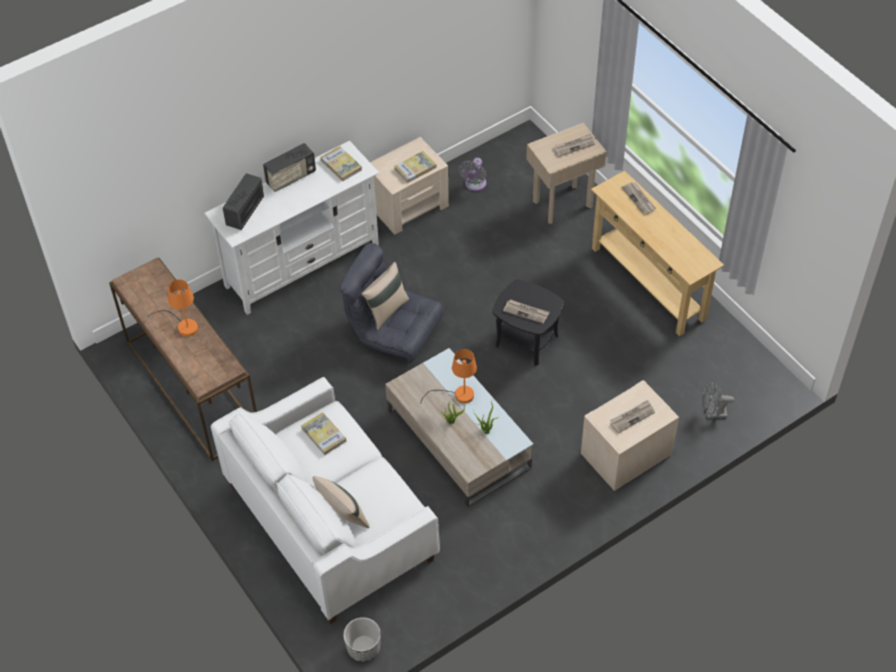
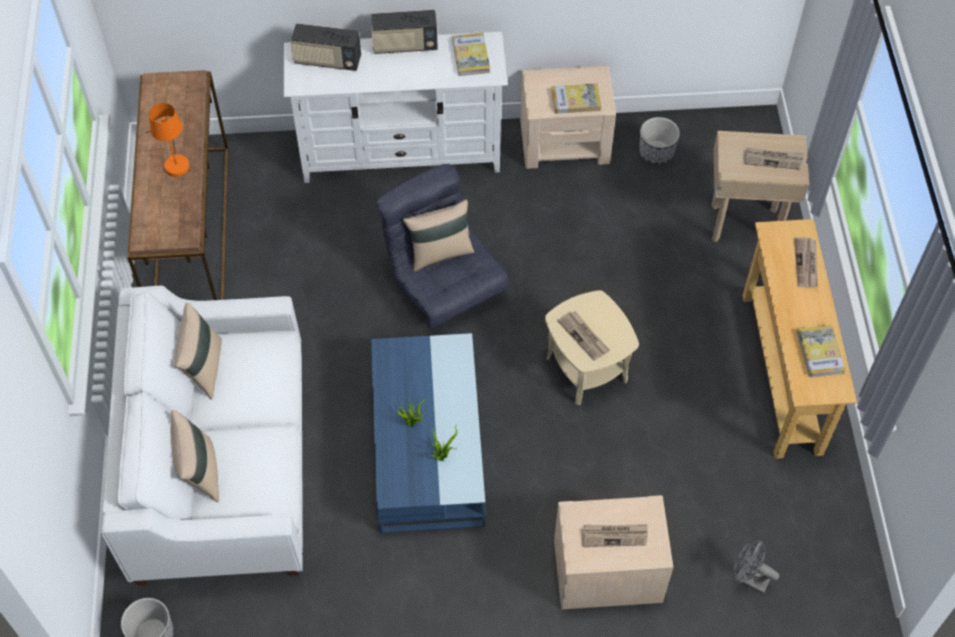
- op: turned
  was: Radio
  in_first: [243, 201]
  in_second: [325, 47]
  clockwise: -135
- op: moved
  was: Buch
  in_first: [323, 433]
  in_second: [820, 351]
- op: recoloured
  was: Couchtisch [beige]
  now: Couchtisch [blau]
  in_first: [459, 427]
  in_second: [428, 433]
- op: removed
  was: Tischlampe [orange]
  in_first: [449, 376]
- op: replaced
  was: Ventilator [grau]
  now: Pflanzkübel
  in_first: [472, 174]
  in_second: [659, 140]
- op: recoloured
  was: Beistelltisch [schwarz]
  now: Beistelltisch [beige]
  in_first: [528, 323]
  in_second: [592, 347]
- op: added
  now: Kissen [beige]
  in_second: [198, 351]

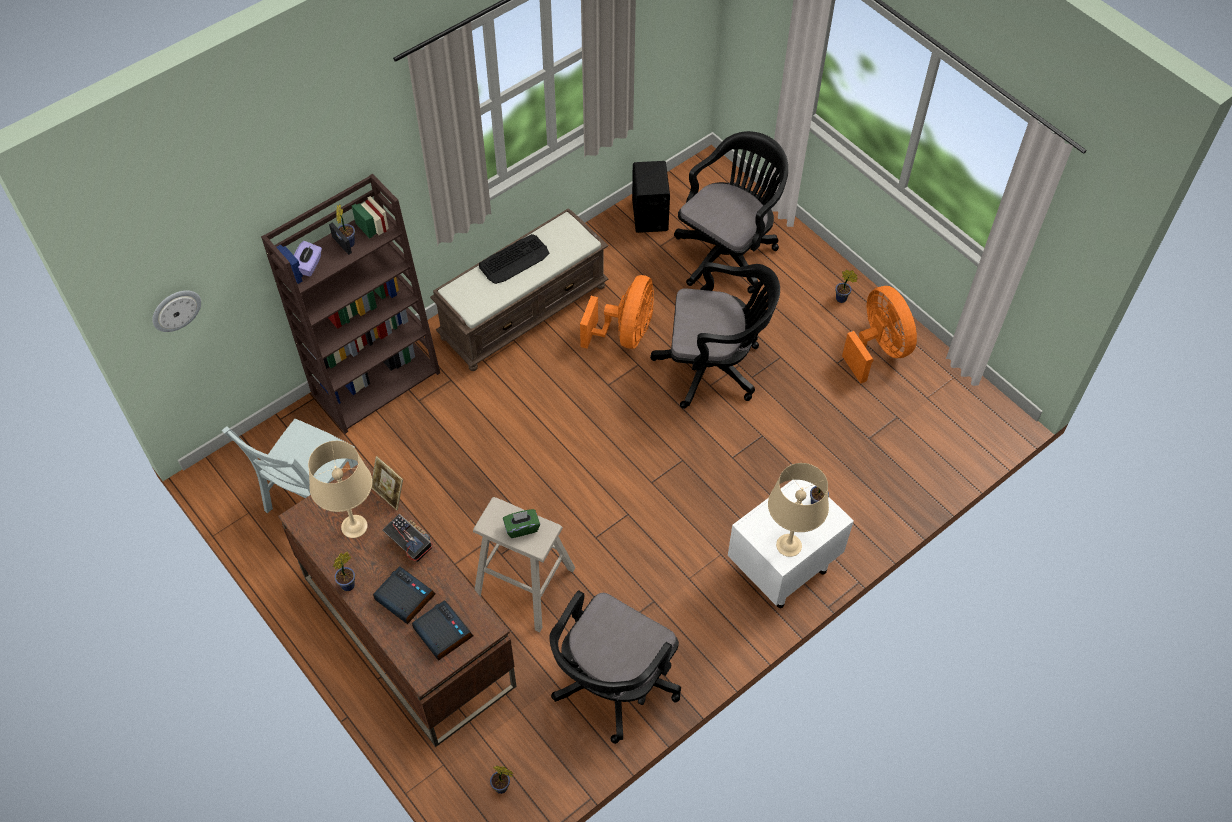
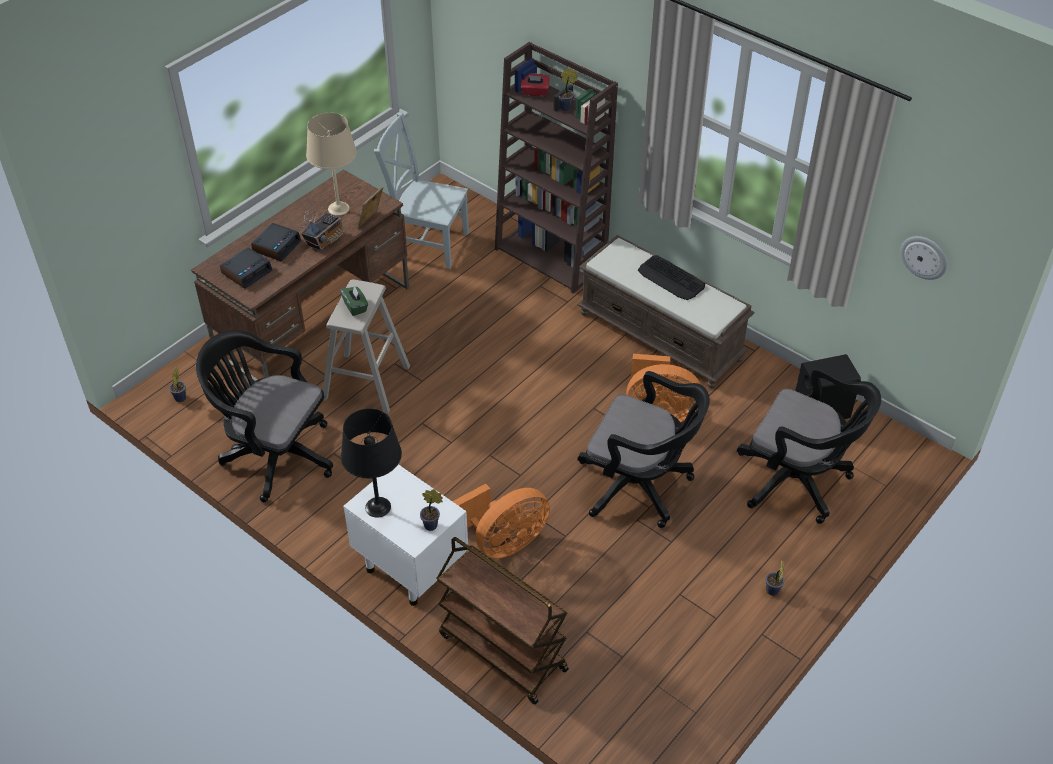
- op: moved
  was: Wanduhr
  in_first: [176, 311]
  in_second: [923, 258]
- op: recoloured
  was: Taschentuchbox [lila]
  now: Taschentuchbox [rot]
  in_first: [308, 258]
  in_second: [535, 85]
- op: removed
  was: Topfpflanze
  in_first: [344, 571]
- op: turned
  was: Bürostuhl [schwarz]
  in_first: [715, 335]
  in_second: [644, 449]
  clockwise: -60
- op: recoloured
  was: Tischlampe [beige]
  now: Tischlampe [schwarz]
  in_first: [798, 510]
  in_second: [371, 463]
- op: moved
  was: Ventilator [orange]
  in_first: [879, 335]
  in_second: [501, 521]
- op: added
  now: Rollwagen [braun]
  in_second: [502, 621]

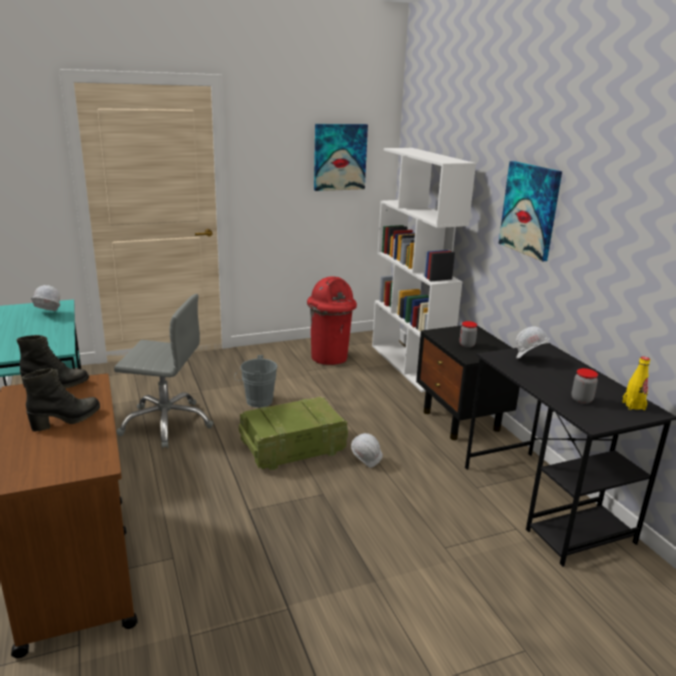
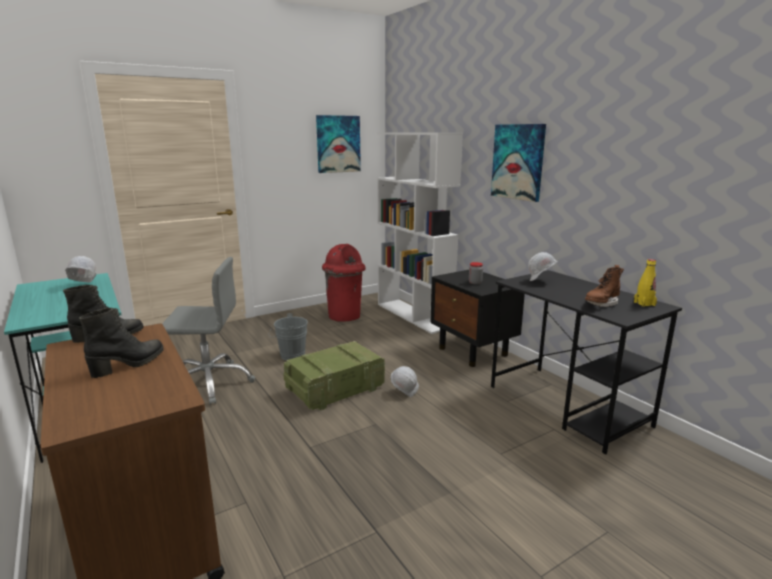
- op: replaced
  was: Vorratsglas
  now: Stiefel [braun]
  in_first: [585, 386]
  in_second: [604, 286]

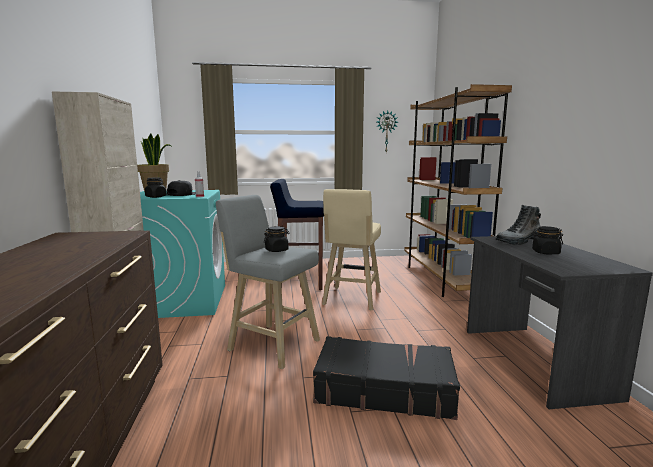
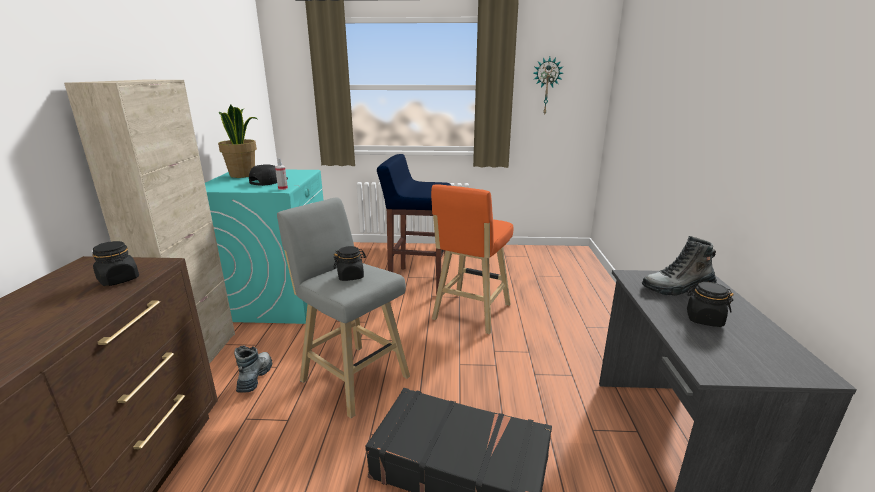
- op: moved
  was: Vorratsglas [schwarz]
  in_first: [156, 187]
  in_second: [115, 263]
- op: recoloured
  was: Hocker [beige]
  now: Hocker [orange]
  in_first: [351, 249]
  in_second: [472, 259]
- op: removed
  was: Bücherregal [braun]
  in_first: [458, 190]
- op: added
  now: Stiefel
  in_second: [253, 369]

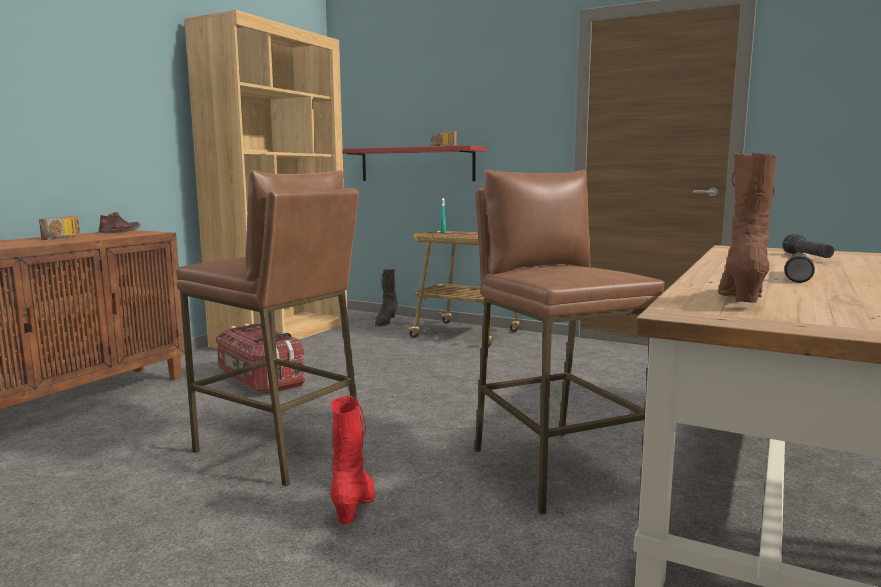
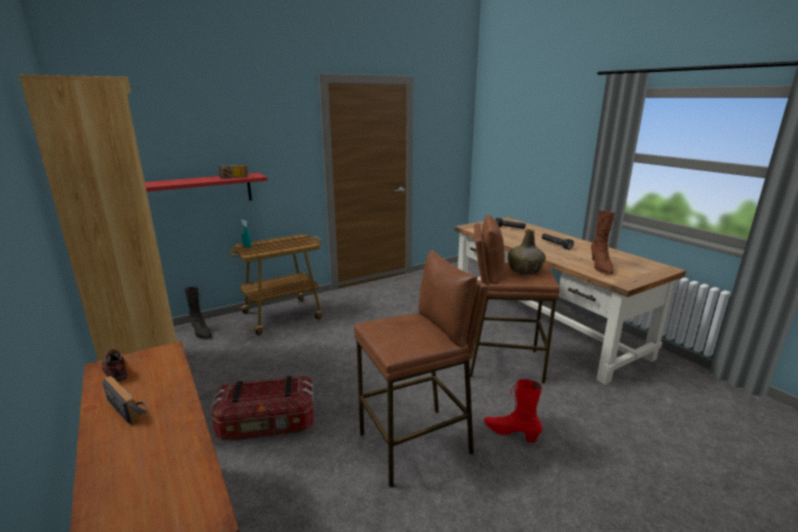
- op: turned
  was: Stiefel [braun]
  in_first: [747, 228]
  in_second: [603, 243]
  clockwise: -135
- op: added
  now: Flasche [grün]
  in_second: [527, 252]

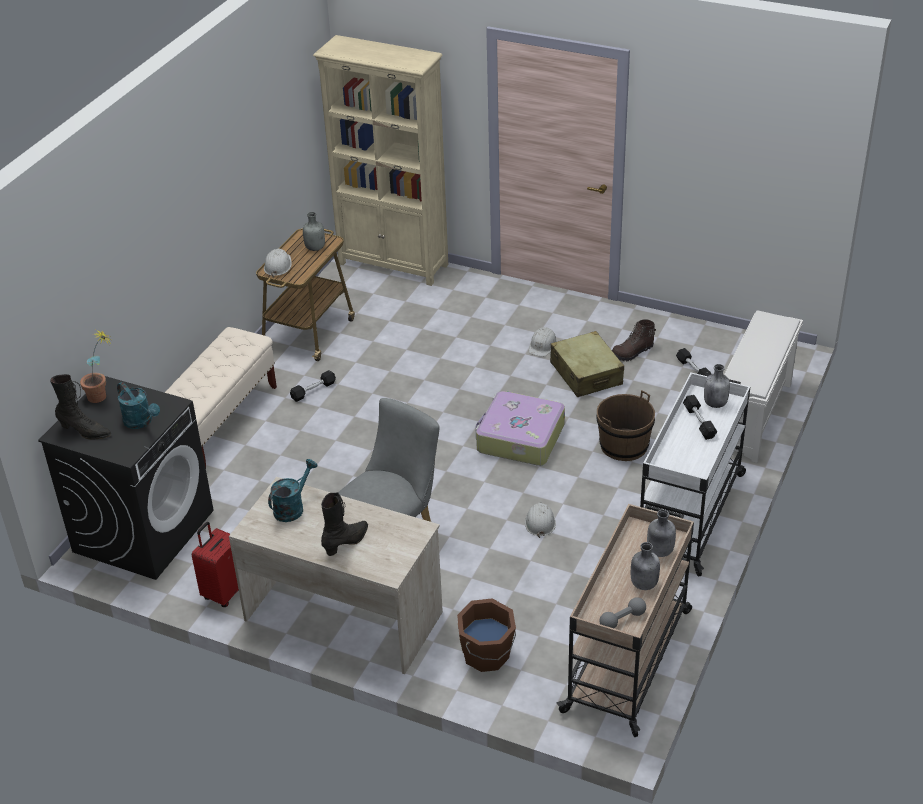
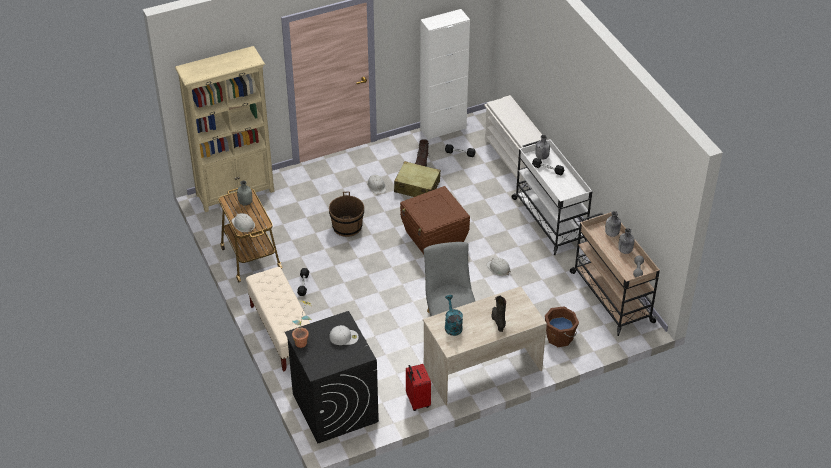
- op: removed
  was: Stiefel [schwarz]
  in_first: [80, 407]
- op: replaced
  was: Gießkanne [türkis]
  now: Kappe [weiß]
  in_first: [138, 405]
  in_second: [344, 335]
- op: replaced
  was: Koffer
  now: Aufbewahrungsbox [braun]
  in_first: [520, 428]
  in_second: [435, 220]
- op: moved
  was: Eimer [braun]
  in_first: [625, 425]
  in_second: [346, 214]
- op: added
  now: Schrank [weiß]
  in_second: [445, 74]

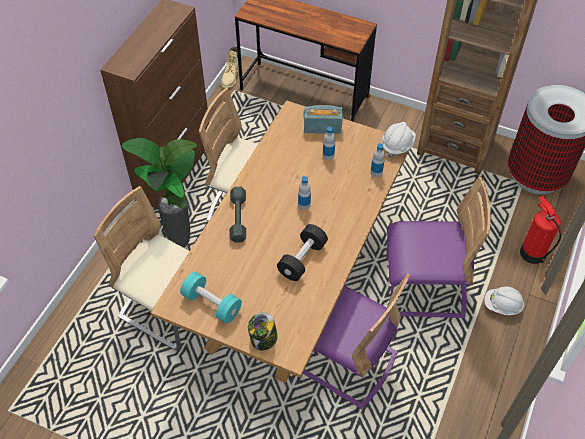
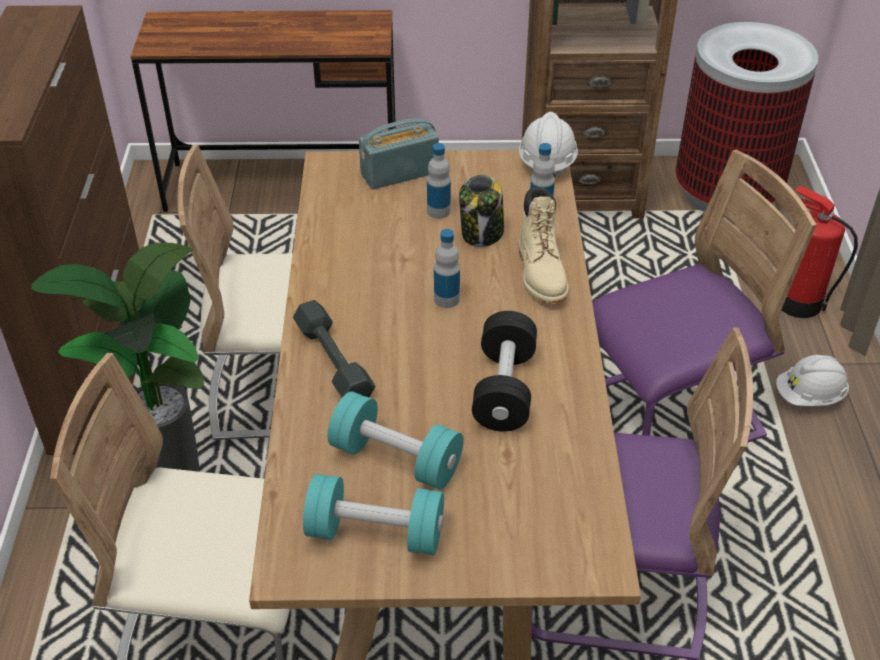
- op: moved
  was: Stiefel [beige]
  in_first: [230, 68]
  in_second: [544, 246]
- op: moved
  was: Vorratsglas
  in_first: [263, 331]
  in_second: [481, 210]
- op: added
  now: Hantel [türkis]
  in_second: [395, 440]

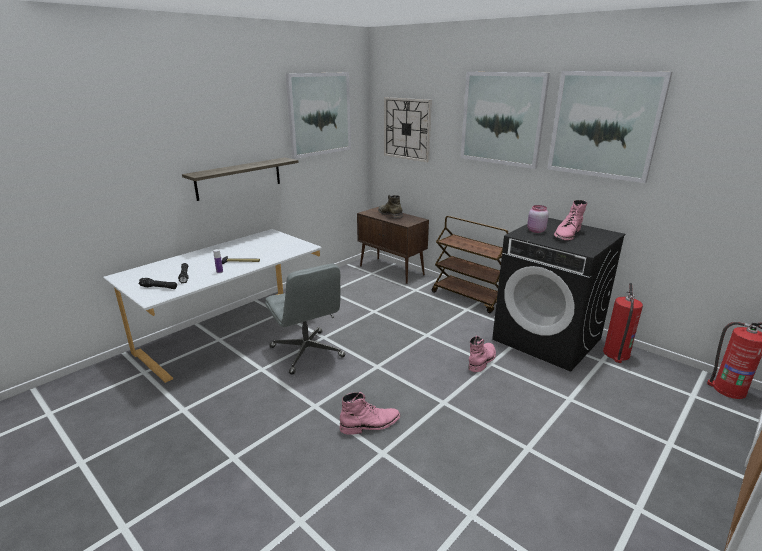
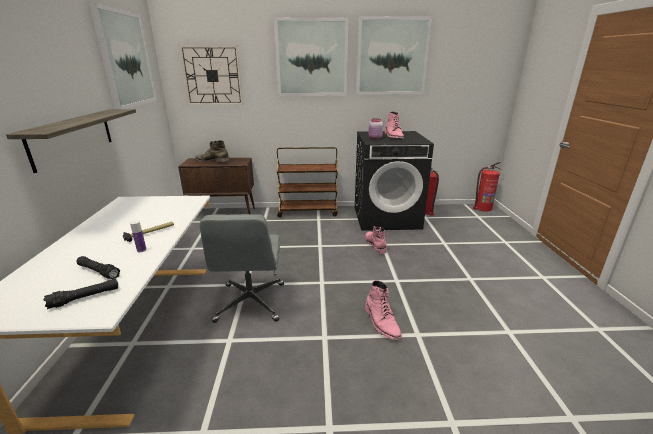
- op: turned
  was: Bürostuhl [grau]
  in_first: [305, 319]
  in_second: [242, 268]
  clockwise: 75
- op: turned
  was: Stiefel [rosa]
  in_first: [370, 413]
  in_second: [383, 310]
  clockwise: 135

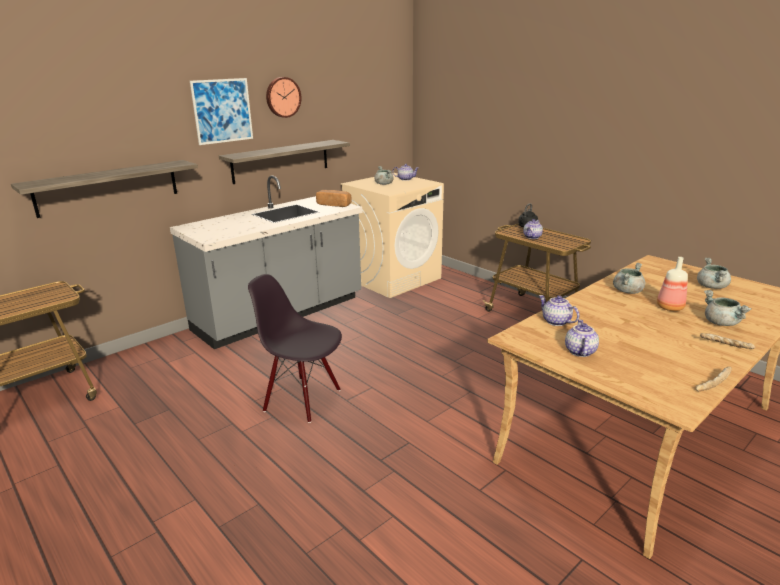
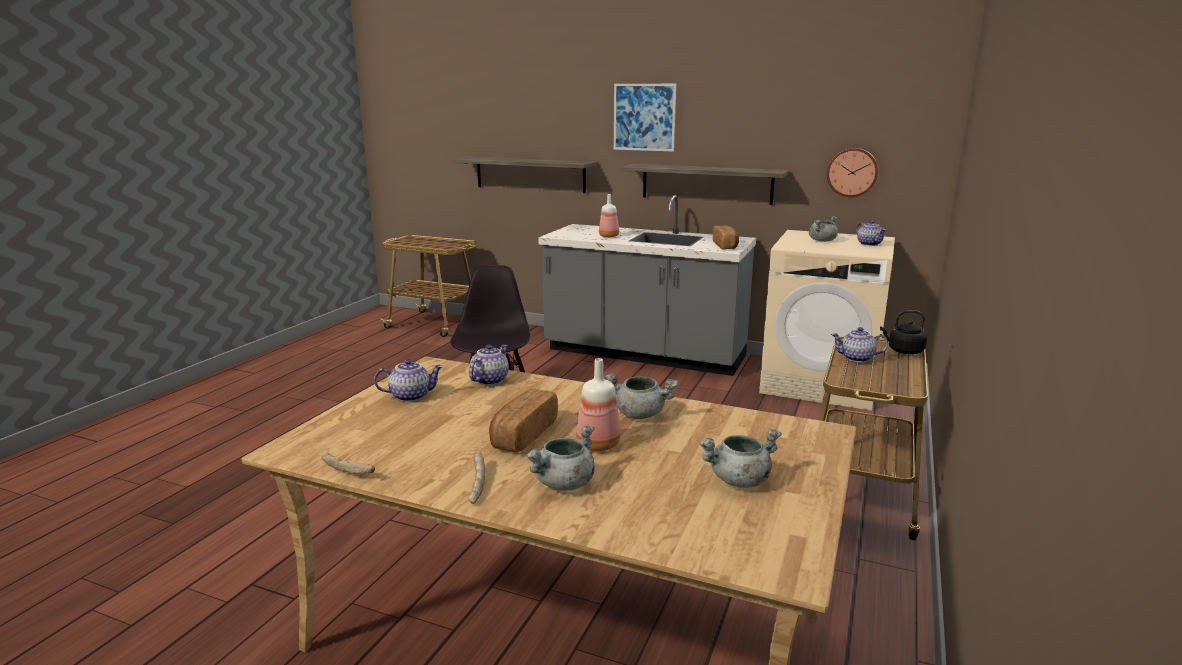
- op: moved
  was: Wanduhr
  in_first: [284, 97]
  in_second: [852, 172]
- op: added
  now: Brot
  in_second: [523, 421]
- op: added
  now: Flasche
  in_second: [609, 215]

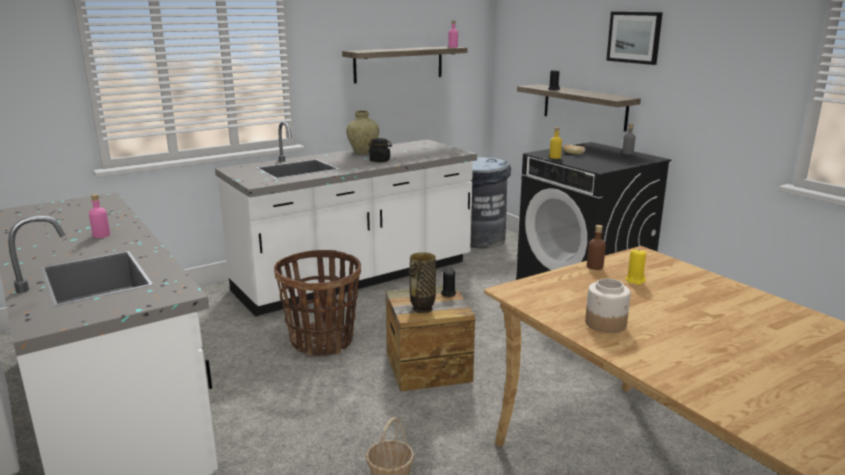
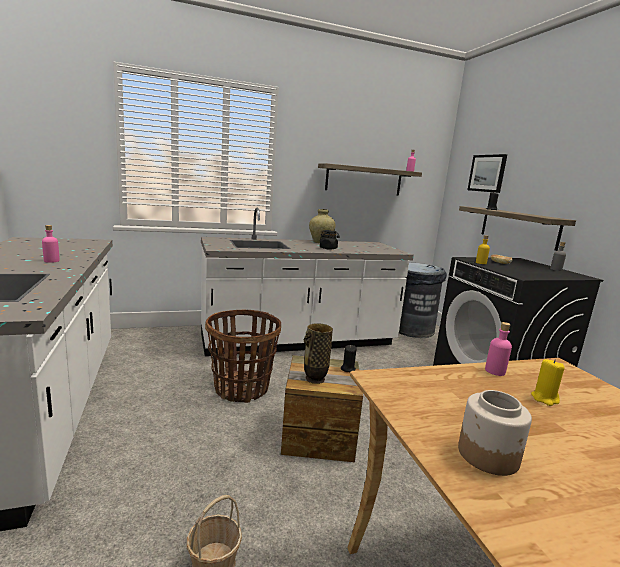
- op: recoloured
  was: Flasche [braun]
  now: Flasche [rosa]
  in_first: [596, 247]
  in_second: [498, 349]
- op: moved
  was: Bild
  in_first: [634, 38]
  in_second: [487, 173]

